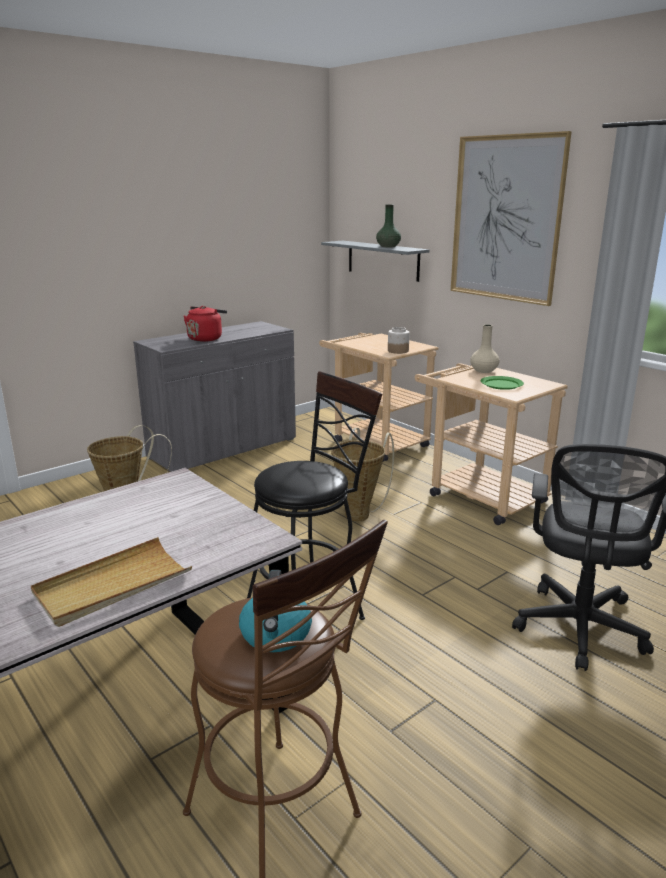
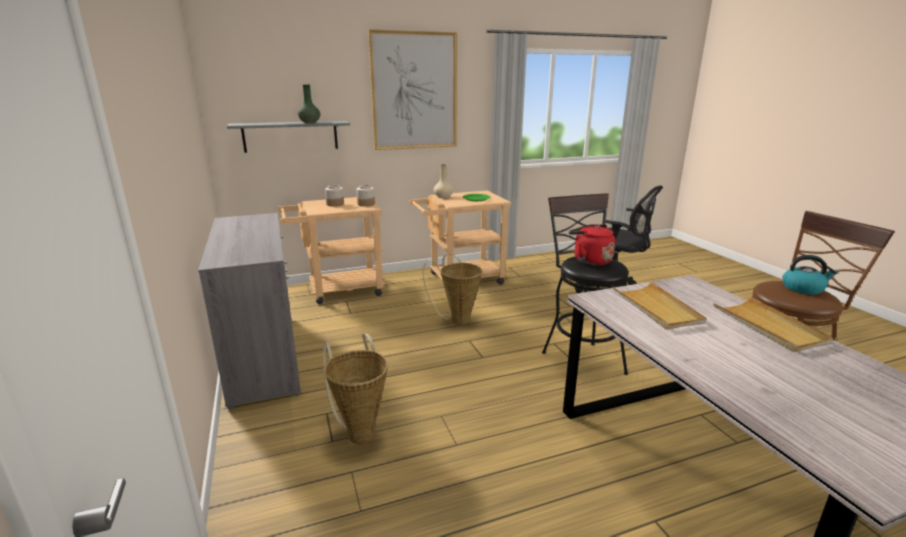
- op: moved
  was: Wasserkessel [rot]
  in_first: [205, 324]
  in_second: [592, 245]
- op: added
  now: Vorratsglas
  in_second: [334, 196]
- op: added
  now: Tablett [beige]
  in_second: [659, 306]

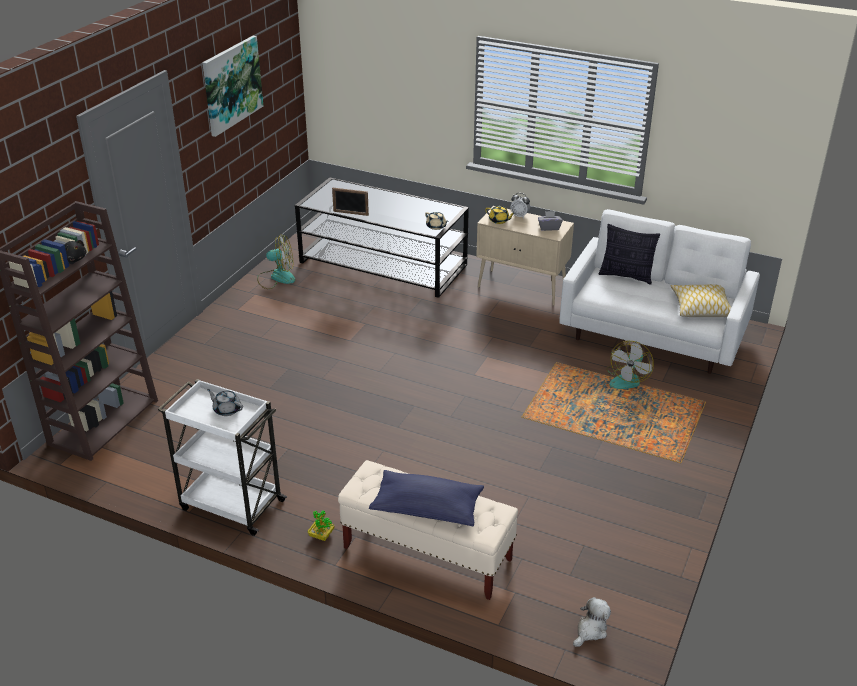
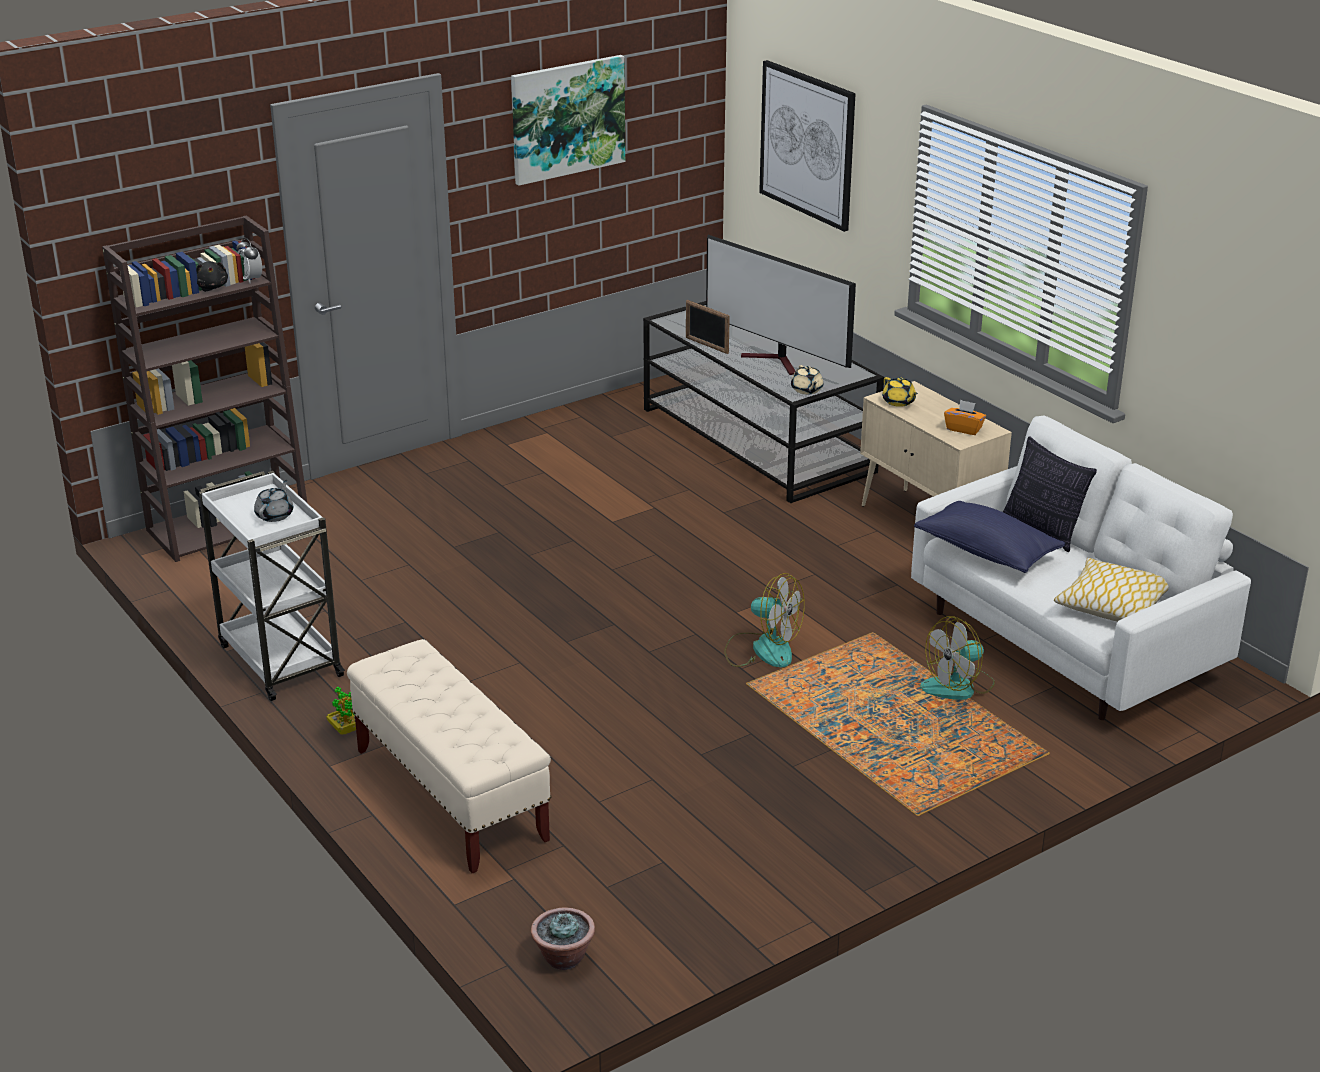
- op: turned
  was: Teekanne [grau]
  in_first: [225, 402]
  in_second: [273, 501]
  clockwise: 45
- op: moved
  was: Ventilator
  in_first: [276, 261]
  in_second: [764, 620]
- op: moved
  was: Kissen [blau]
  in_first: [426, 498]
  in_second: [989, 537]
- op: moved
  was: Wecker
  in_first: [520, 205]
  in_second: [249, 260]
- op: recoloured
  was: Taschentuchbox [grau]
  now: Taschentuchbox [orange]
  in_first: [550, 221]
  in_second: [965, 417]
- op: replaced
  was: Plüschtier
  now: Topfpflanze
  in_first: [592, 622]
  in_second: [563, 938]
- op: added
  now: Fernseher
  in_second: [781, 305]
- op: added
  now: Bild
  in_second: [807, 146]

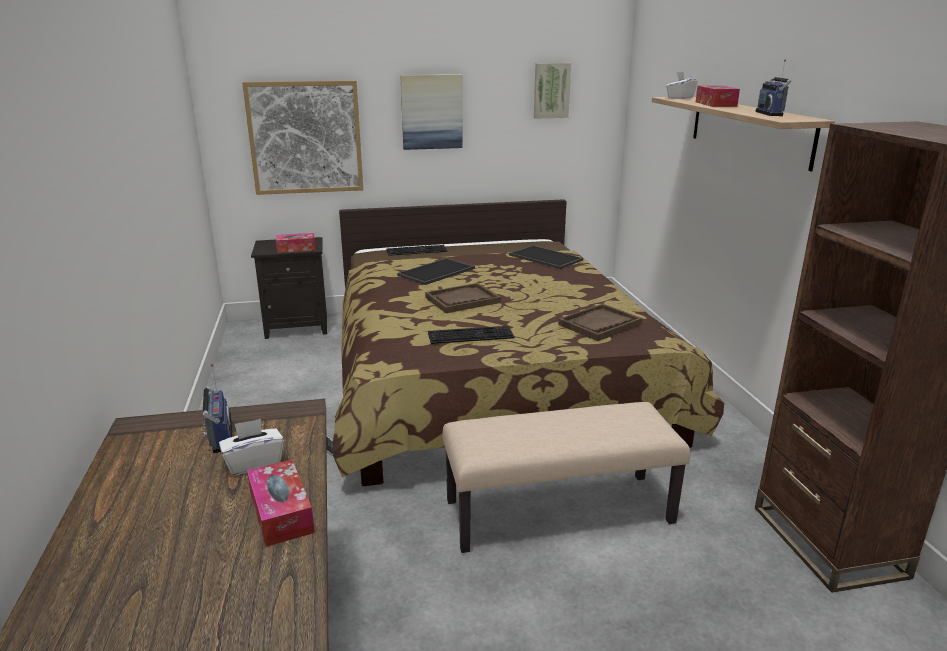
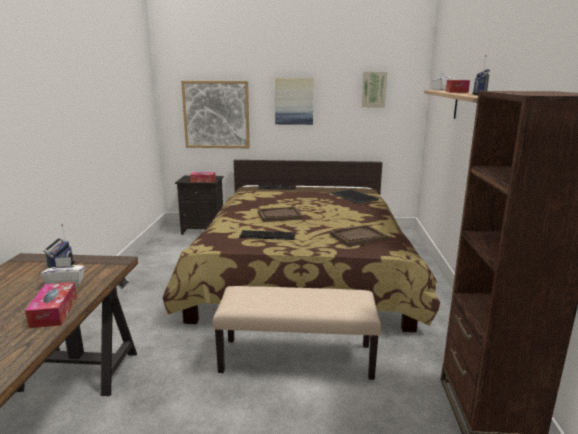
- op: removed
  was: Tablett
  in_first: [436, 271]

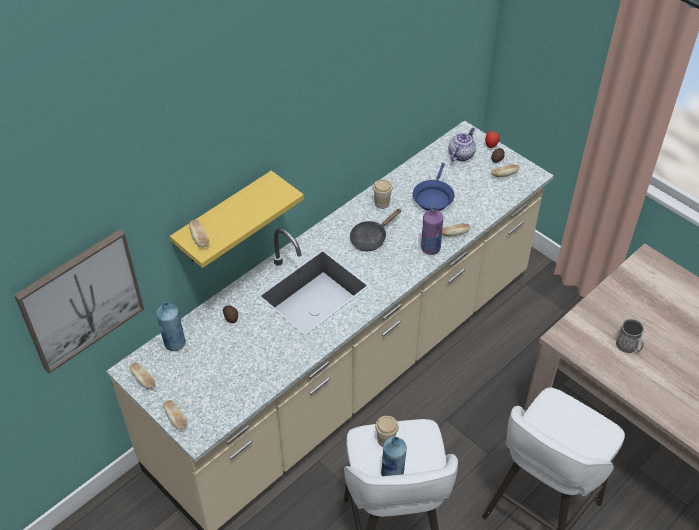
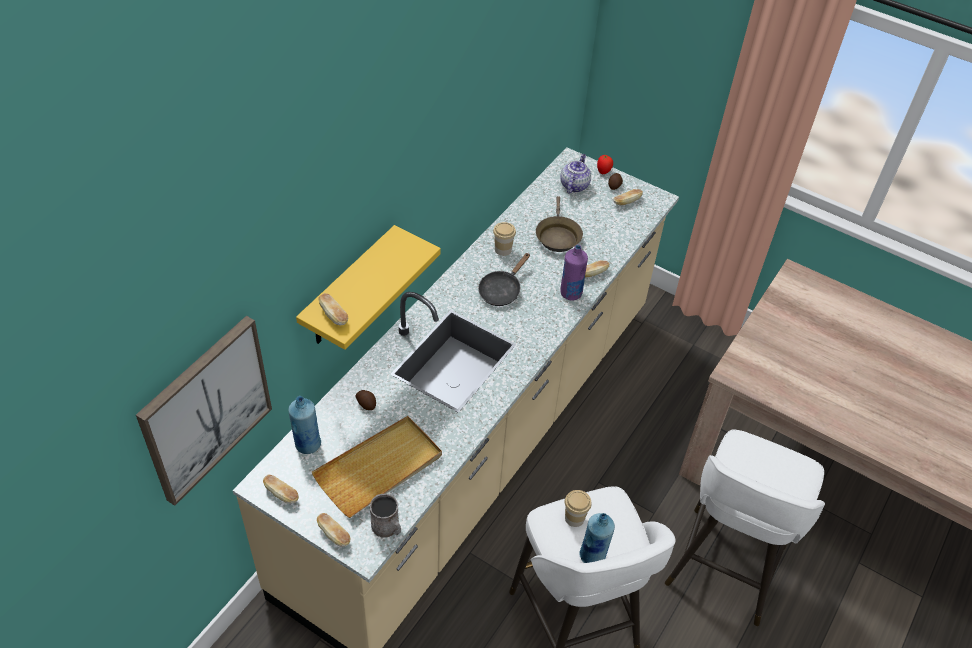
- op: recoloured
  was: Pfanne [blau]
  now: Pfanne [braun]
  in_first: [434, 187]
  in_second: [559, 224]
- op: moved
  was: Henkelbecher [grau]
  in_first: [630, 336]
  in_second: [385, 516]
- op: added
  now: Tablett [beige]
  in_second: [377, 467]

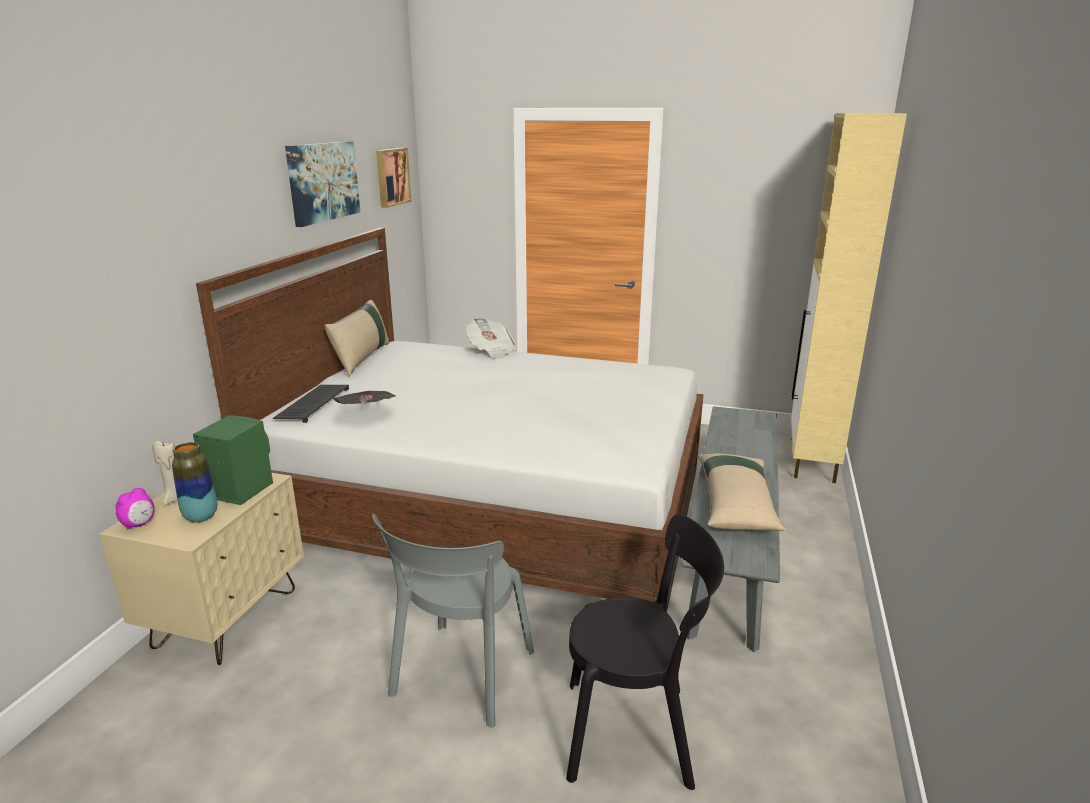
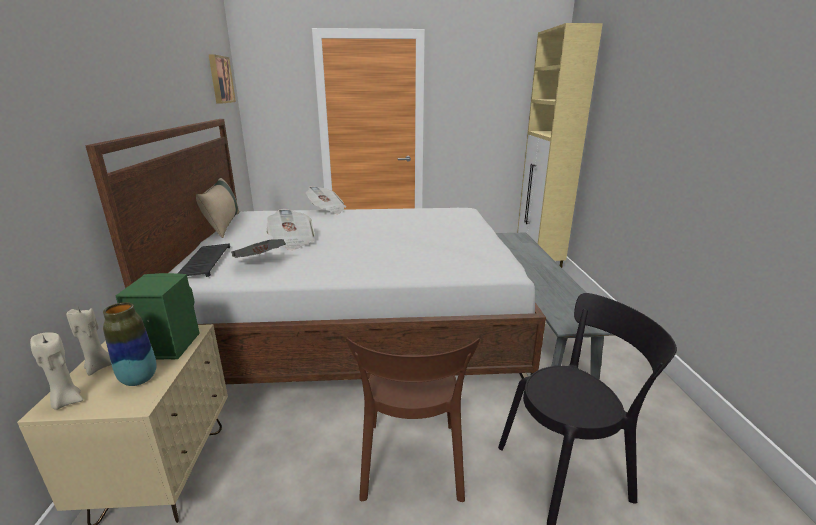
- op: replaced
  was: Wecker
  now: Kerze [beige]
  in_first: [135, 509]
  in_second: [56, 371]
- op: removed
  was: Bild
  in_first: [322, 184]
- op: recoloured
  was: Stuhl [grau]
  now: Stuhl [braun]
  in_first: [453, 621]
  in_second: [413, 420]
- op: removed
  was: Kissen [beige]
  in_first: [742, 492]
- op: added
  now: Zeitung
  in_second: [290, 229]

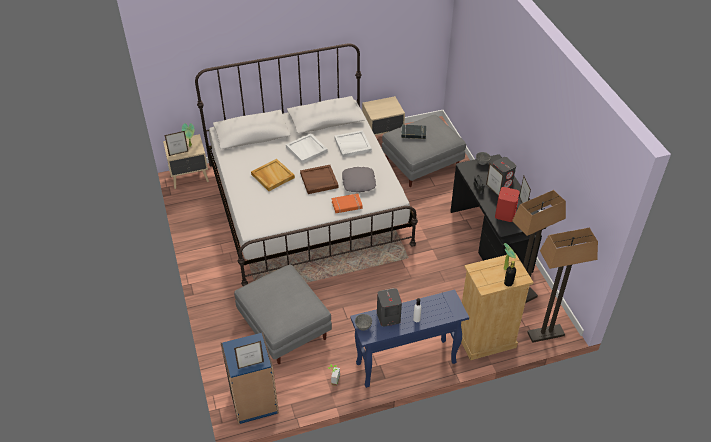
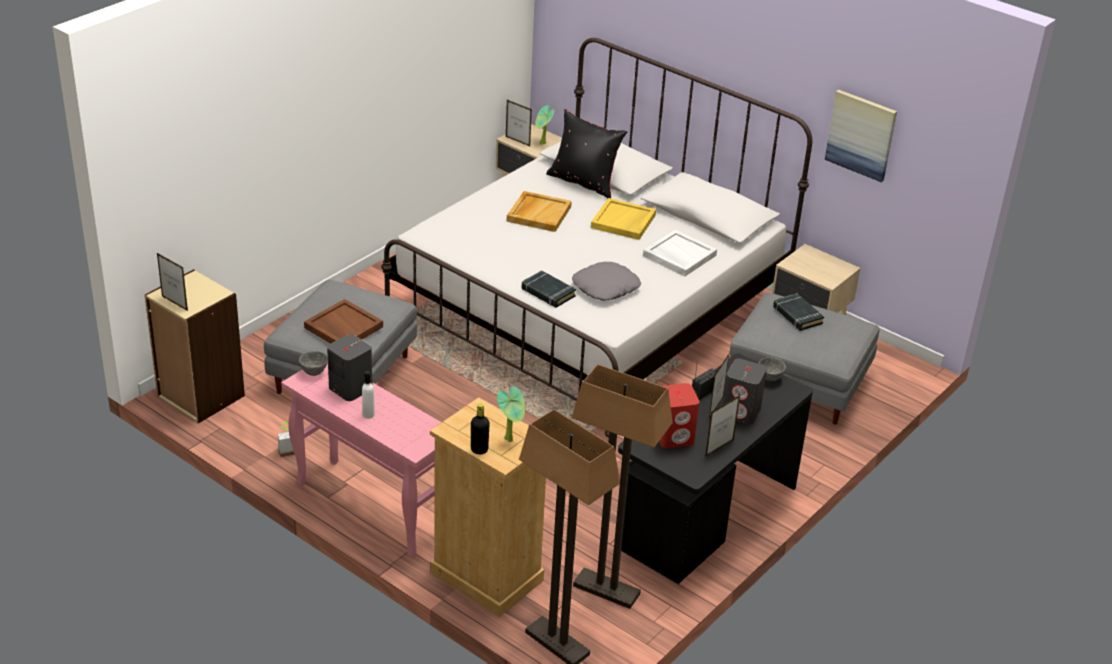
- op: recoloured
  was: Bücherregal [blau]
  now: Bücherregal [beige]
  in_first: [250, 378]
  in_second: [195, 346]
- op: recoloured
  was: Tablett [weiß]
  now: Tablett [gelb]
  in_first: [307, 148]
  in_second: [623, 219]
- op: moved
  was: Tablett [braun]
  in_first: [319, 179]
  in_second: [343, 321]
- op: recoloured
  was: Buch [orange]
  now: Buch [schwarz]
  in_first: [347, 203]
  in_second: [549, 289]
- op: recoloured
  was: Konsolentisch [blau]
  now: Konsolentisch [rosa]
  in_first: [409, 338]
  in_second: [361, 457]
- op: added
  now: Kissen [schwarz]
  in_second: [586, 153]
- op: added
  now: Bild
  in_second: [861, 136]

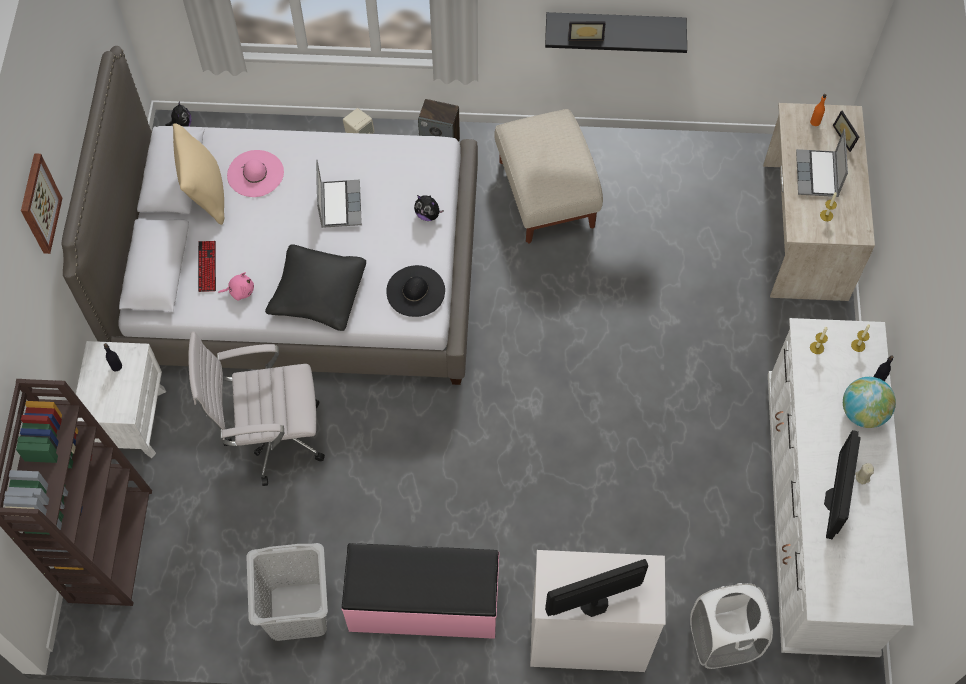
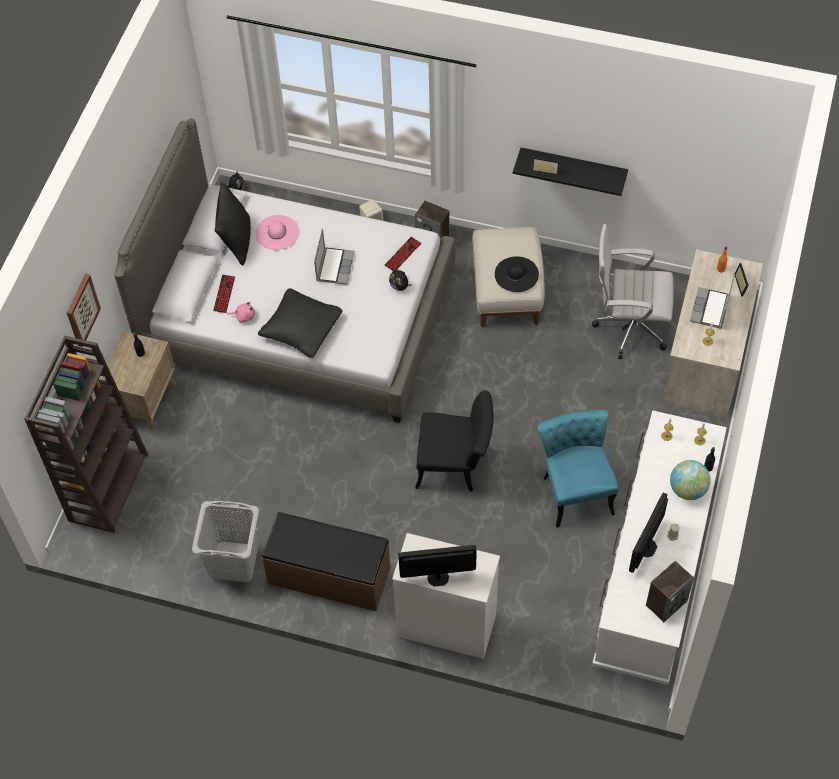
- op: moved
  was: Bild
  in_first: [41, 203]
  in_second: [84, 310]
- op: recoloured
  was: Nachttisch [weiß]
  now: Nachttisch [braun]
  in_first: [121, 399]
  in_second: [138, 381]
- op: recoloured
  was: Kissen [beige]
  now: Kissen [schwarz]
  in_first: [198, 174]
  in_second: [233, 224]
- op: moved
  was: Bürostuhl [weiß]
  in_first: [256, 409]
  in_second: [633, 291]
- op: recoloured
  was: Bank [rosa]
  now: Bank [braun]
  in_first: [420, 591]
  in_second: [326, 561]
- op: moved
  was: Hut [schwarz]
  in_first: [415, 291]
  in_second: [517, 274]
- op: removed
  was: Wäschekorb [weiß]
  in_first: [731, 626]
- op: added
  now: Tastatur
  in_second: [403, 254]
- op: added
  now: Stuhl [schwarz]
  in_second: [454, 441]
- op: added
  now: Stuhl [türkis]
  in_second: [578, 469]
- op: added
  now: Lautsprecher
  in_second: [670, 591]

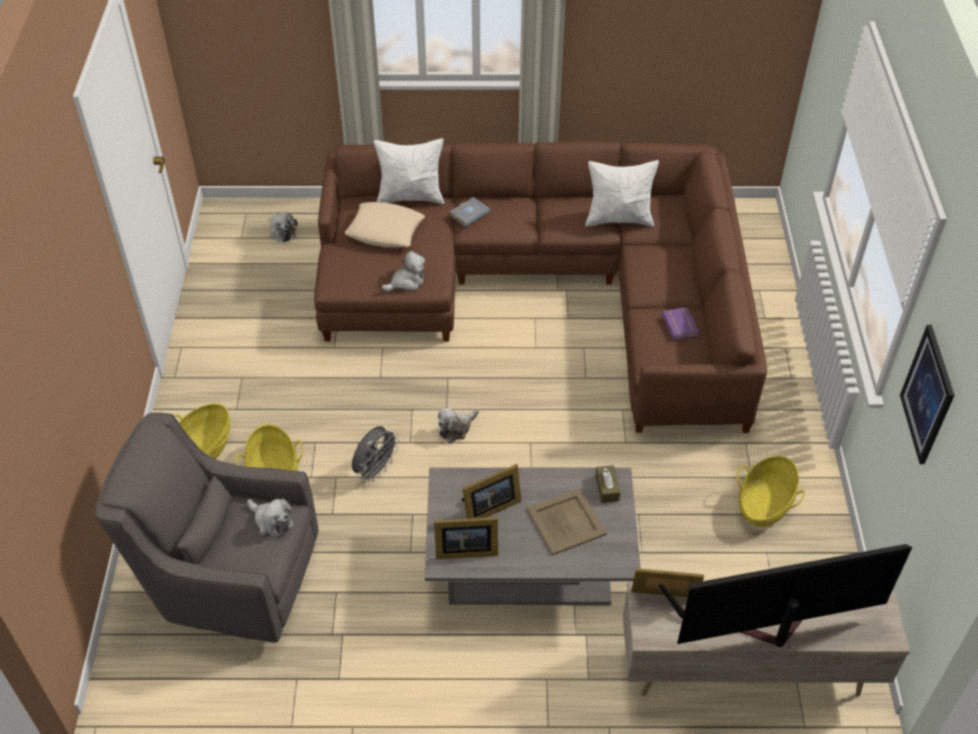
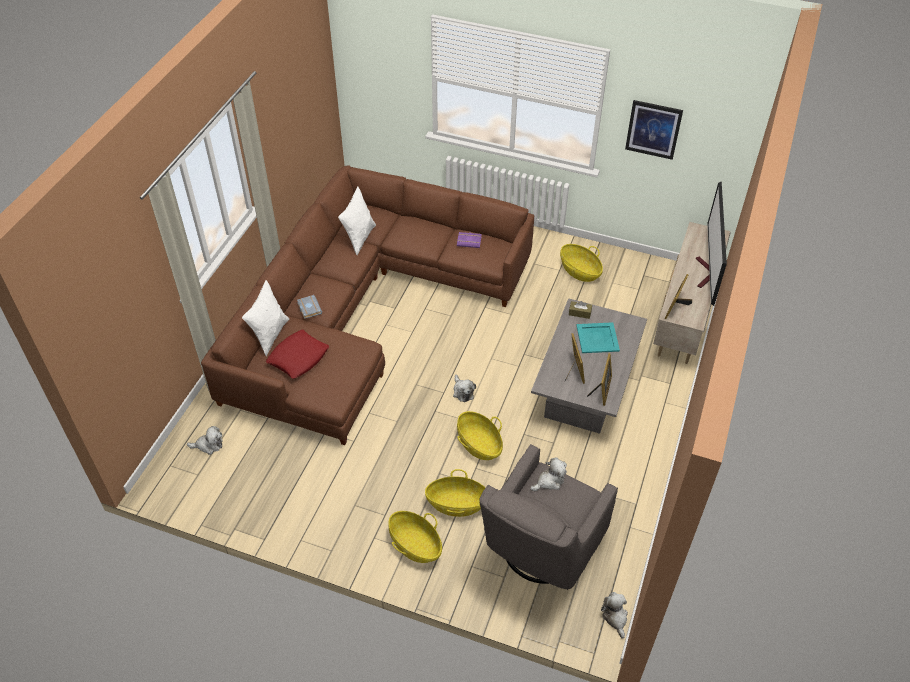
- op: recoloured
  was: Kissen [beige]
  now: Kissen [rot]
  in_first: [385, 225]
  in_second: [297, 354]
- op: replaced
  was: Ventilator [grau]
  now: Korb
  in_first: [376, 454]
  in_second: [480, 435]
- op: moved
  was: Plüschtier
  in_first: [403, 271]
  in_second: [614, 615]
- op: recoloured
  was: Tablett [beige]
  now: Tablett [türkis]
  in_first: [567, 522]
  in_second: [598, 337]

